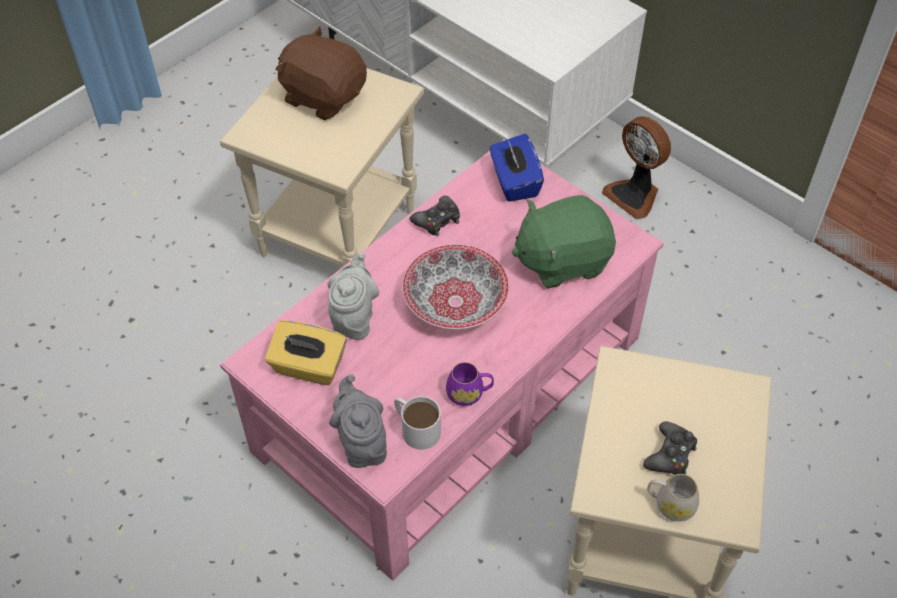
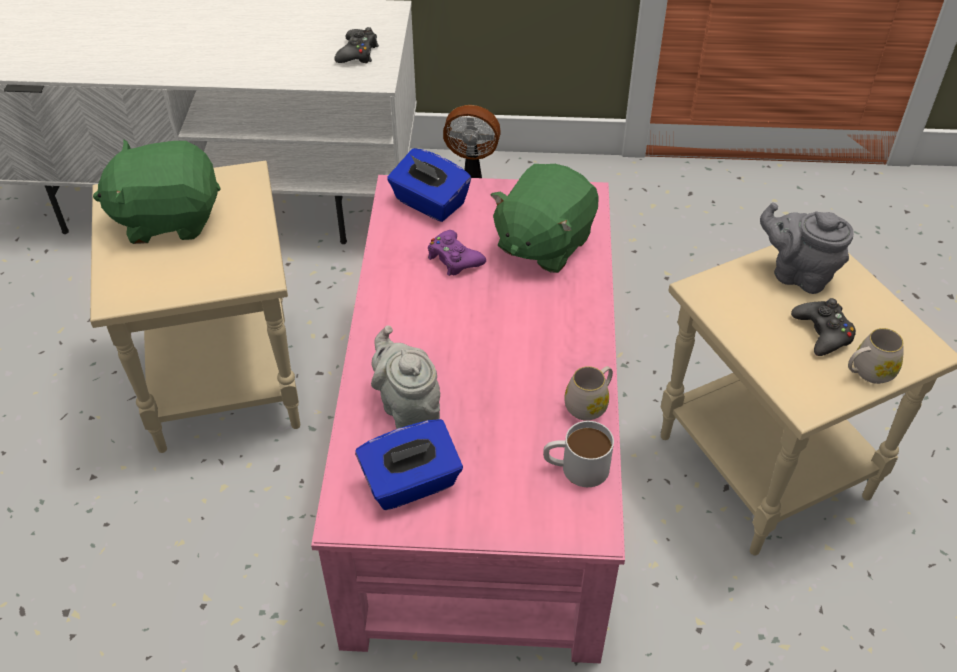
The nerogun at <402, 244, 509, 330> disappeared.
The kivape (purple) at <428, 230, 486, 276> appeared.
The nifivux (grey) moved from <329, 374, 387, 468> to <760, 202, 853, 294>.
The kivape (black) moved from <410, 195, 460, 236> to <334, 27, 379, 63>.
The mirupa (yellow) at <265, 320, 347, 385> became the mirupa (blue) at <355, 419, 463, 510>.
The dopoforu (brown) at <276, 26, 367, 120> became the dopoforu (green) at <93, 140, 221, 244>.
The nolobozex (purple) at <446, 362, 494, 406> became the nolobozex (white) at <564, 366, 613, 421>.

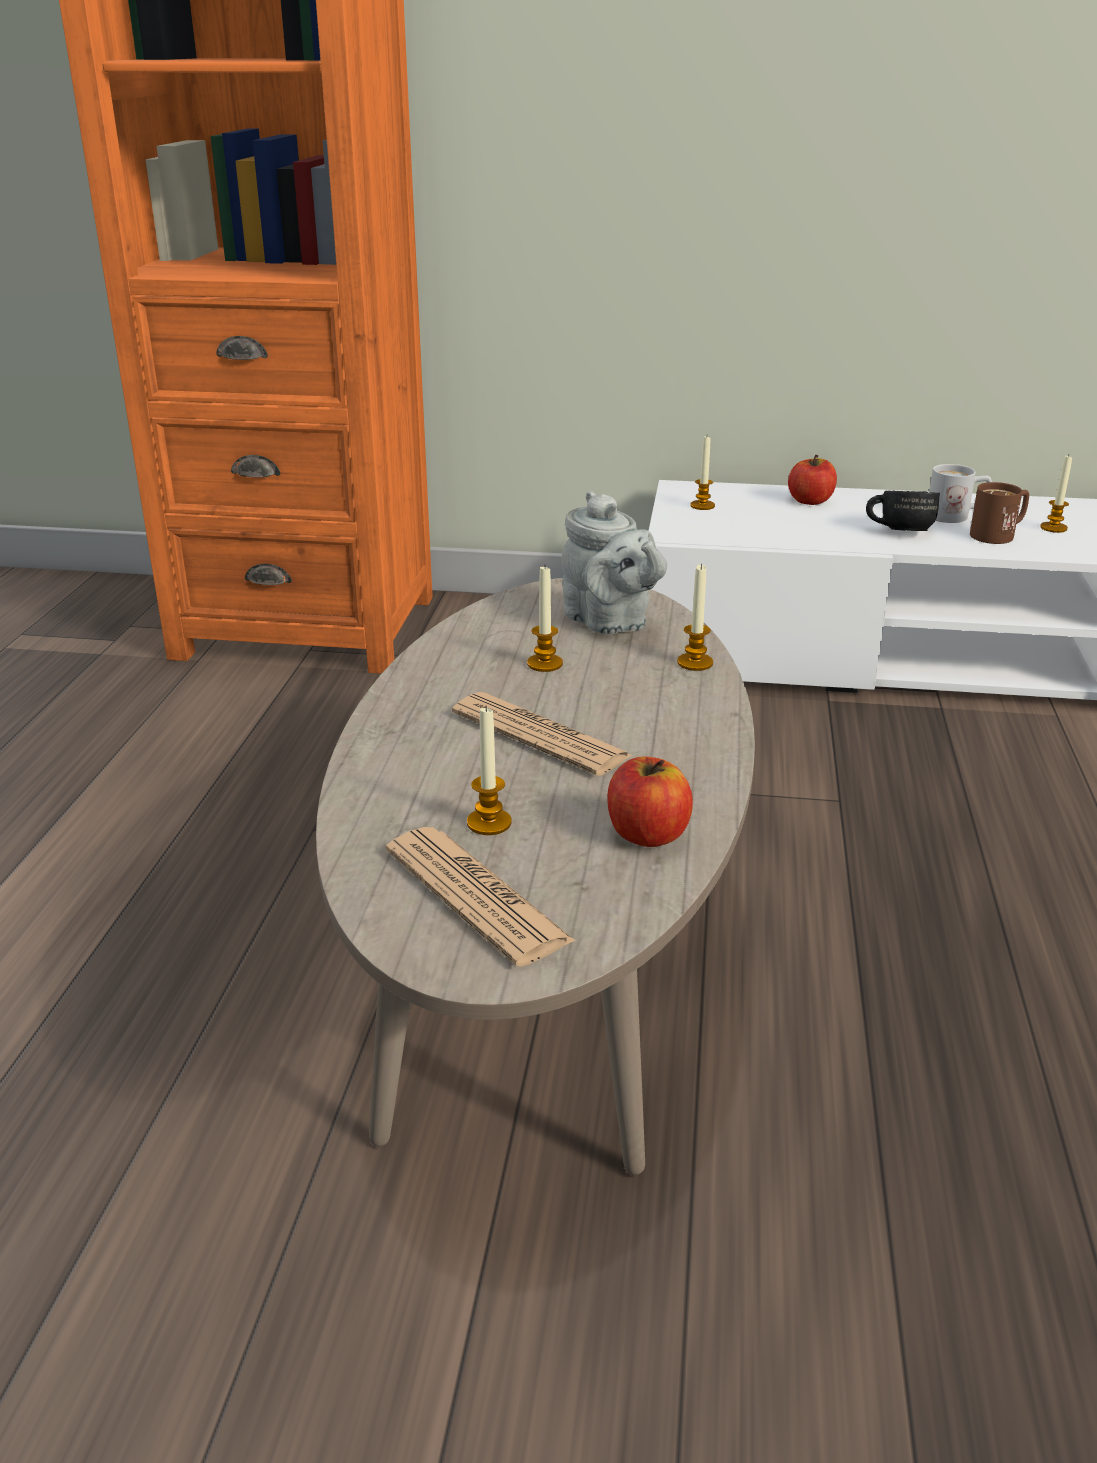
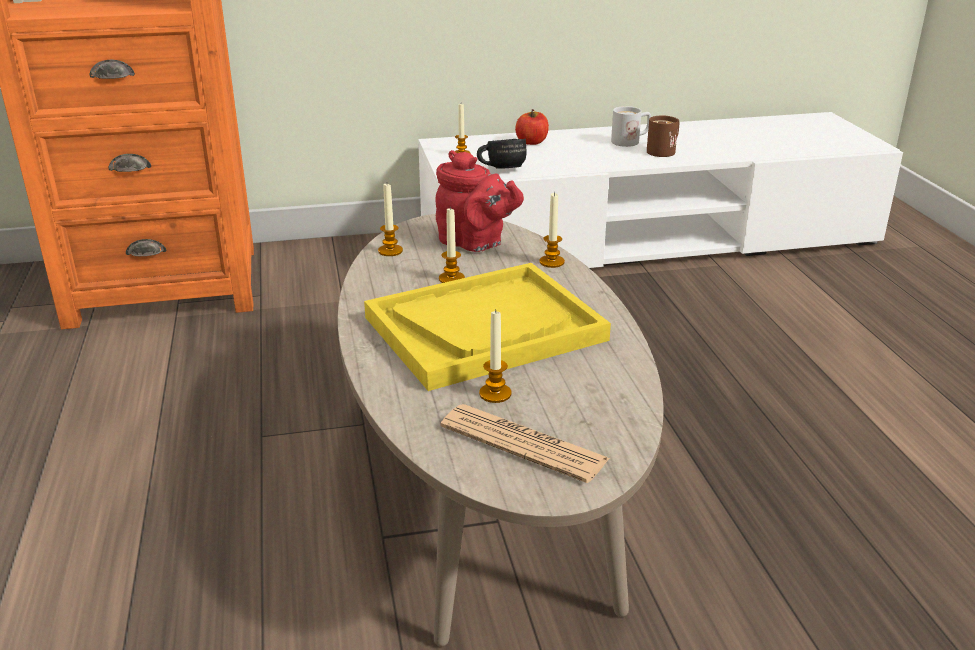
The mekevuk at <607, 757, 693, 847> disappeared.
The nolobozex (black) moved from <866, 490, 940, 531> to <477, 139, 527, 169>.
The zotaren moved from <1040, 455, 1072, 533> to <378, 184, 403, 256>.
The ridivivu at <452, 692, 633, 776> was replaced by the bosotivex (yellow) at <364, 263, 611, 391>.
The nifivux (grey) at <561, 491, 667, 634> became the nifivux (red) at <435, 150, 524, 252>.

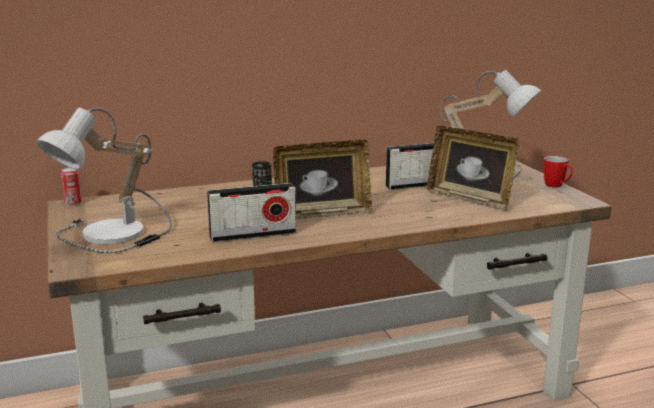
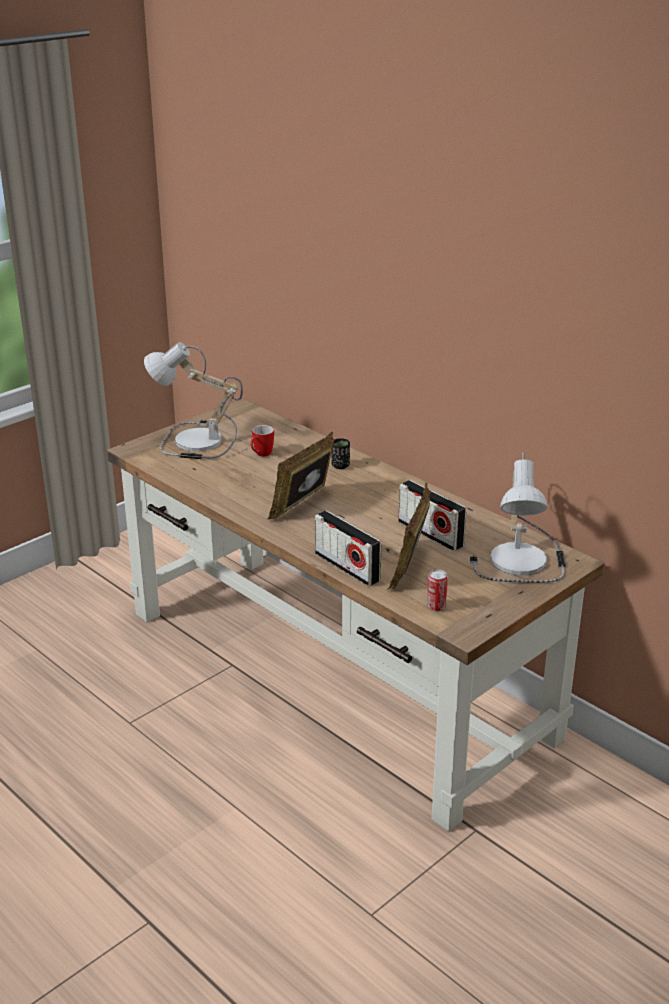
The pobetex moved from <61, 167, 82, 205> to <427, 570, 448, 612>.
The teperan moved from <207, 183, 296, 242> to <315, 510, 381, 586>.
The nolobozex moved from <544, 156, 573, 188> to <251, 425, 274, 456>.
The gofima at <273, 140, 372, 219> turned 75 degrees clockwise.

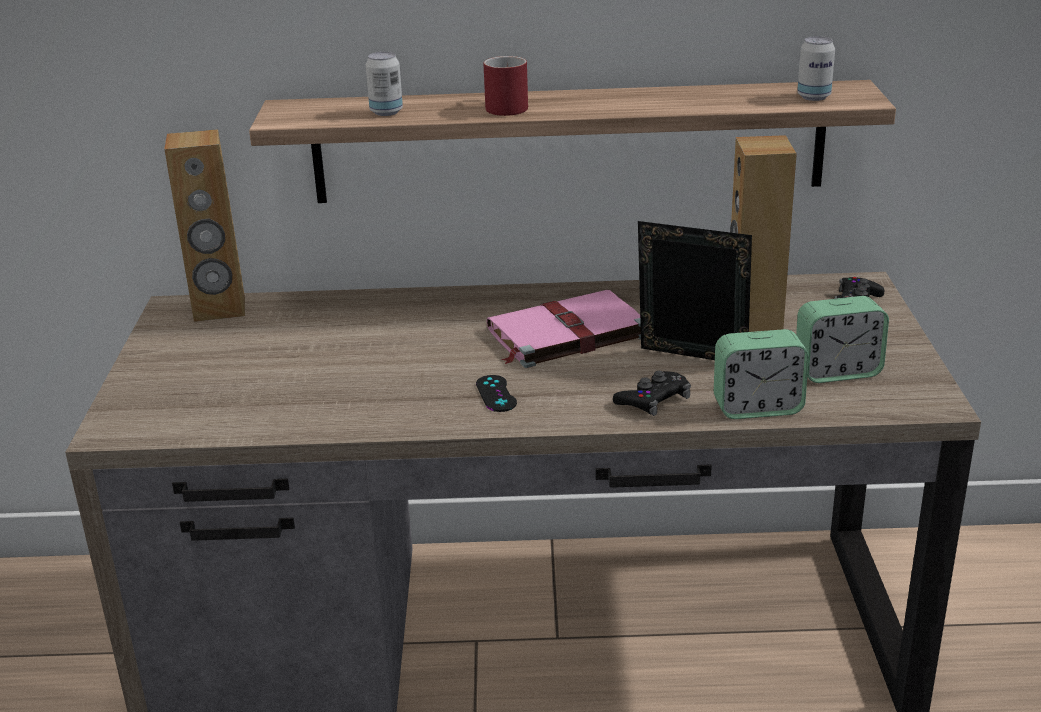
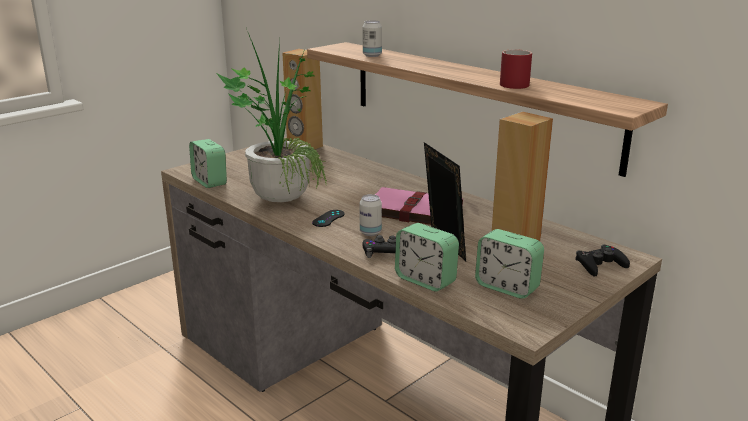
The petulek at <189, 139, 227, 188> appeared.
The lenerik at <216, 28, 327, 202> appeared.
The nolobozex (red) moved from <483, 56, 528, 116> to <500, 49, 532, 89>.
The pobetex moved from <797, 36, 835, 101> to <359, 194, 382, 236>.

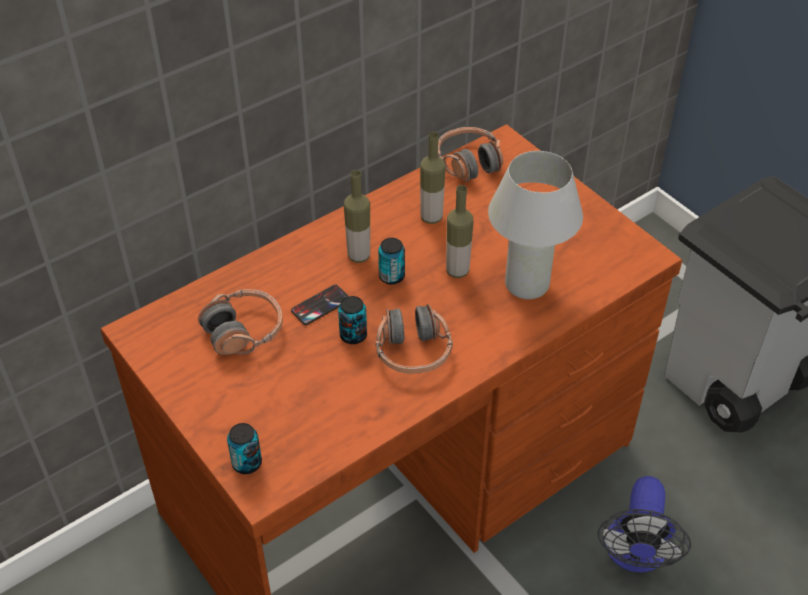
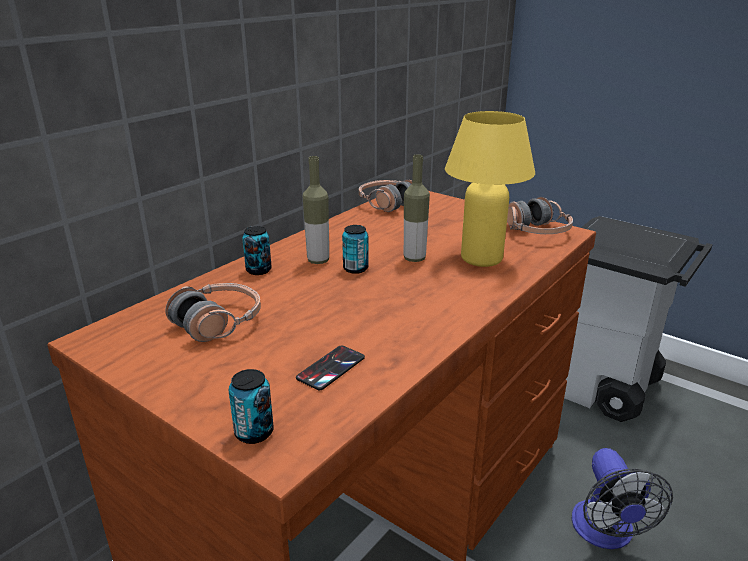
The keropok at <420, 132, 445, 224> disappeared.
The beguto moved from <291, 285, 349, 325> to <296, 345, 365, 390>.
The pobetex moved from <338, 296, 367, 344> to <242, 226, 272, 275>.
The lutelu moved from <376, 304, 453, 374> to <507, 197, 573, 234>.
The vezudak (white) at <488, 151, 583, 299> became the vezudak (yellow) at <445, 111, 535, 267>.

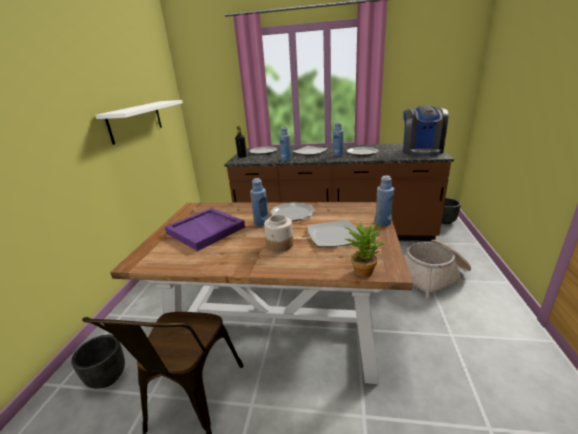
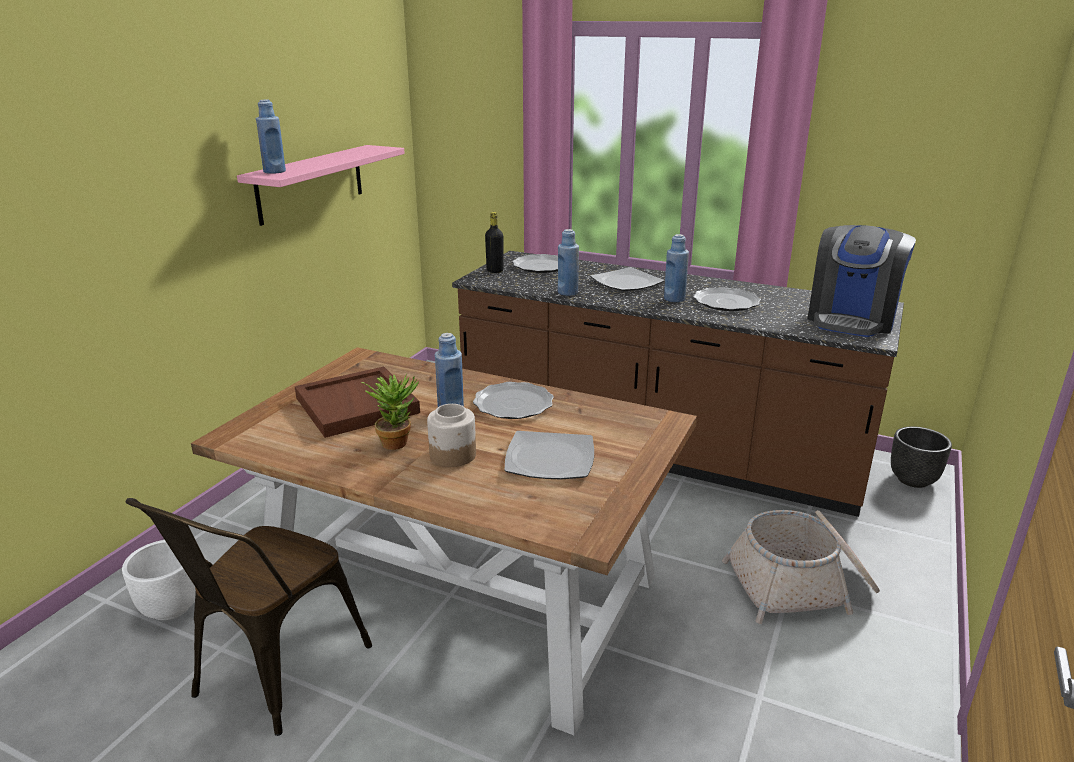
The lenerik moved from <344, 221, 385, 277> to <361, 373, 419, 450>.
The keropok (blue) moved from <375, 175, 394, 226> to <256, 99, 286, 174>.
The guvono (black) at <71, 335, 125, 389> became the guvono (white) at <122, 540, 196, 620>.
The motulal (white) at <95, 100, 183, 145> became the motulal (pink) at <237, 145, 405, 226>.
The bosotivex (purple) at <165, 208, 245, 251> became the bosotivex (brown) at <295, 366, 420, 438>.

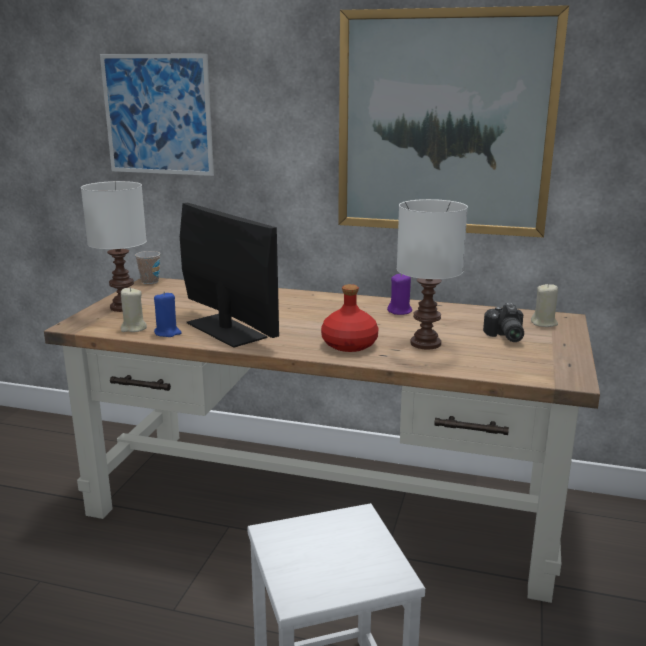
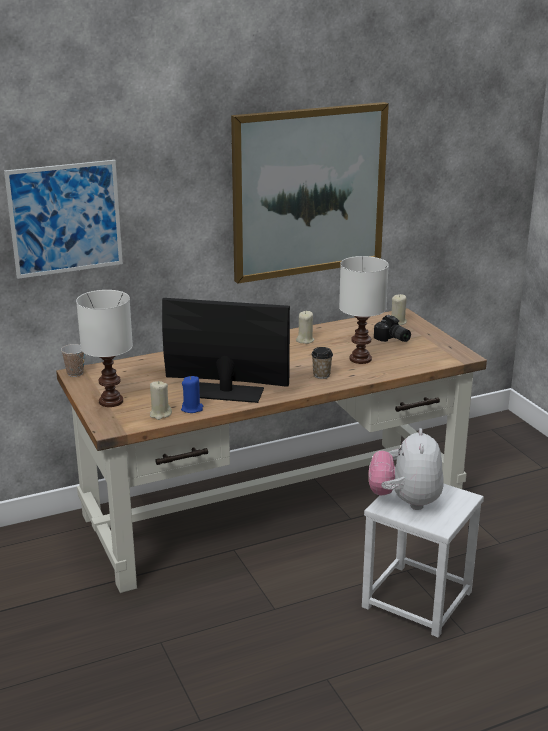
The dopoforu at <369, 428, 444, 510> appeared.
The keropok (red) at <321, 284, 379, 352> was replaced by the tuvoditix at <311, 347, 333, 379>.
The zotaren (purple) at <387, 274, 412, 315> became the zotaren (beige) at <296, 311, 314, 344>.

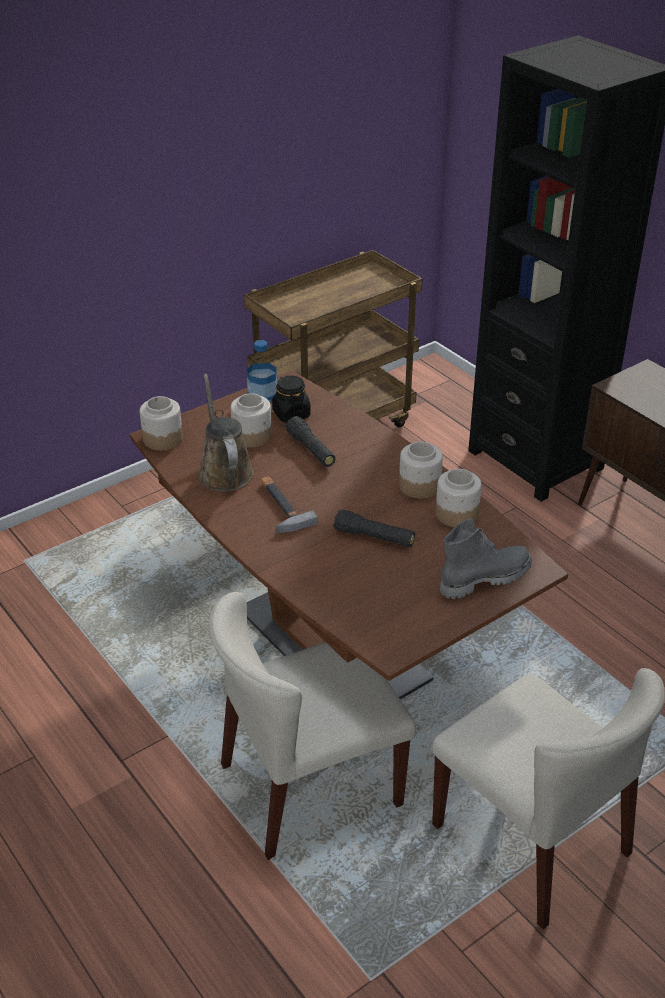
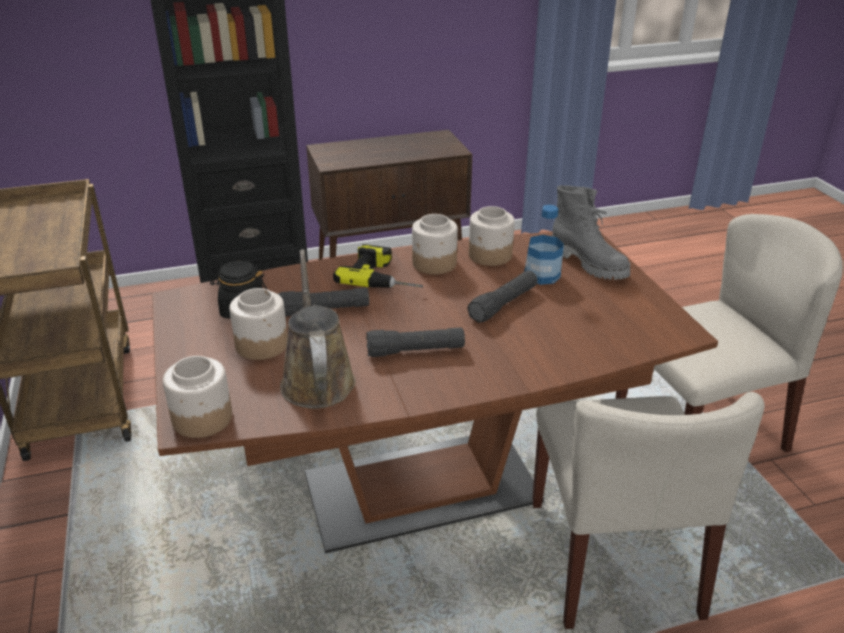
The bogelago at <333, 244, 423, 288> appeared.
The keropok moved from <247, 340, 277, 402> to <524, 205, 564, 285>.
The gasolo at <261, 477, 318, 533> was replaced by the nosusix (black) at <366, 327, 465, 357>.
The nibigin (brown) at <198, 374, 254, 492> turned 75 degrees clockwise.
The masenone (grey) at <440, 518, 532, 599> turned 150 degrees clockwise.

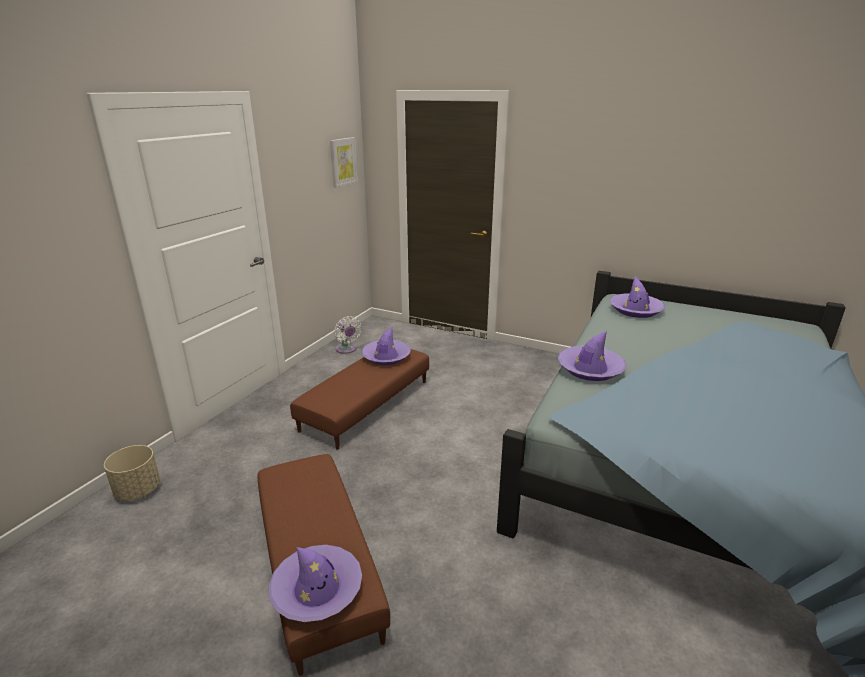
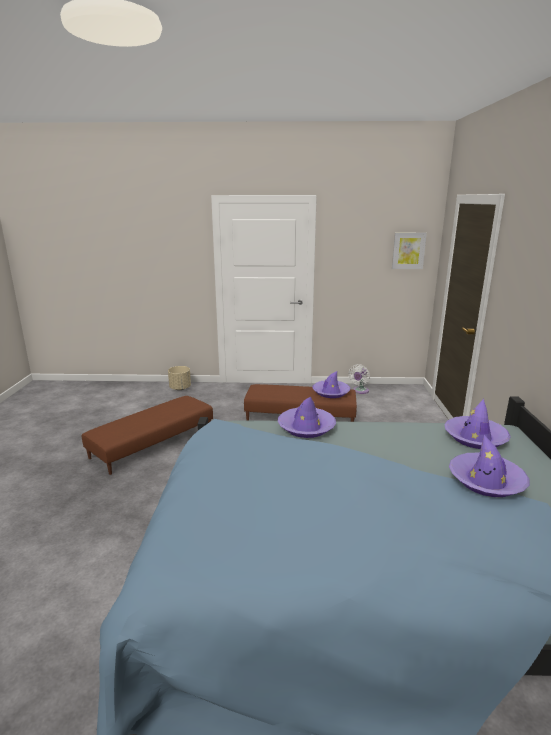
The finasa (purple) moved from <268, 545, 362, 622> to <449, 435, 529, 497>.

